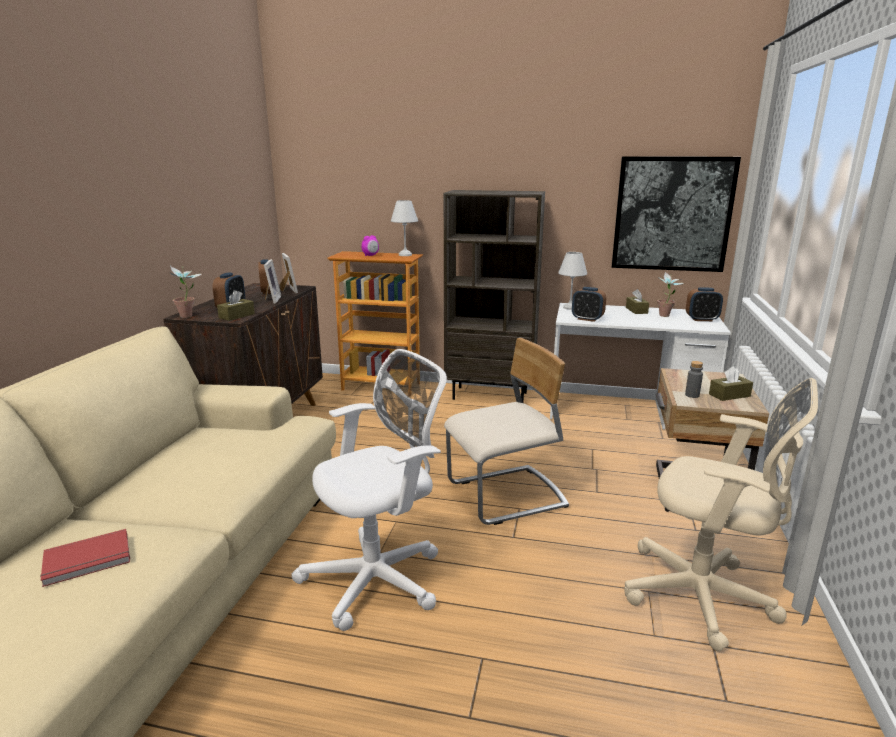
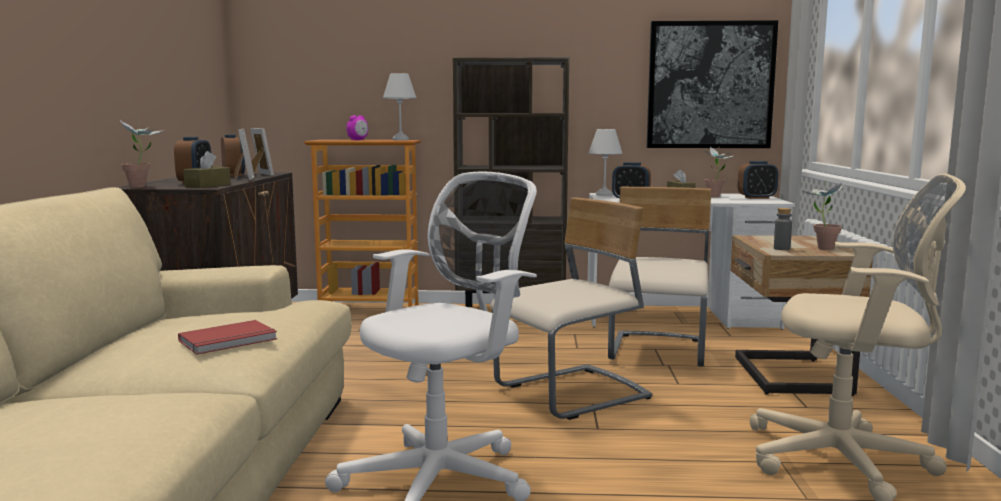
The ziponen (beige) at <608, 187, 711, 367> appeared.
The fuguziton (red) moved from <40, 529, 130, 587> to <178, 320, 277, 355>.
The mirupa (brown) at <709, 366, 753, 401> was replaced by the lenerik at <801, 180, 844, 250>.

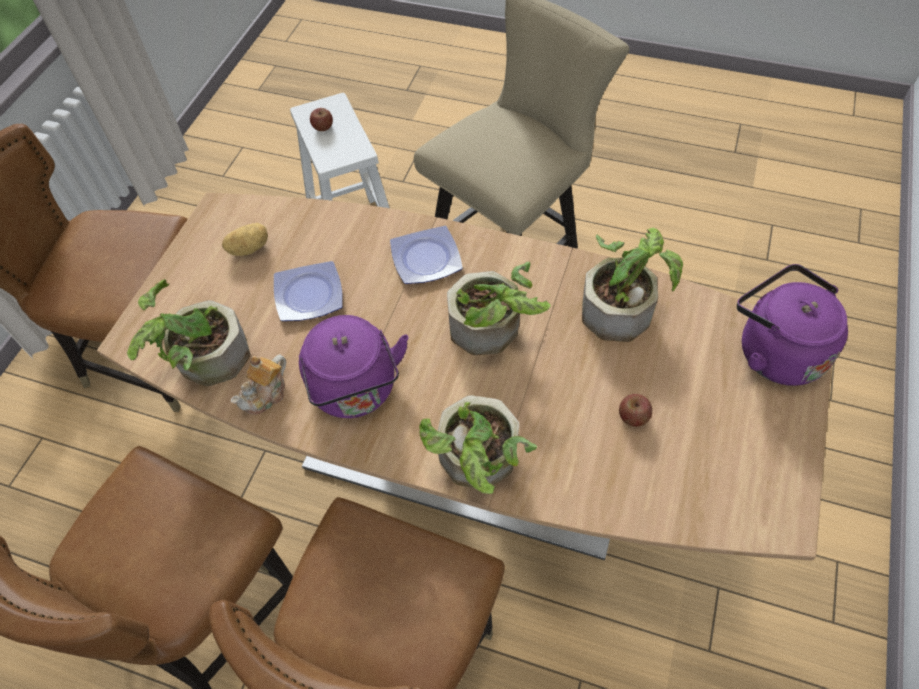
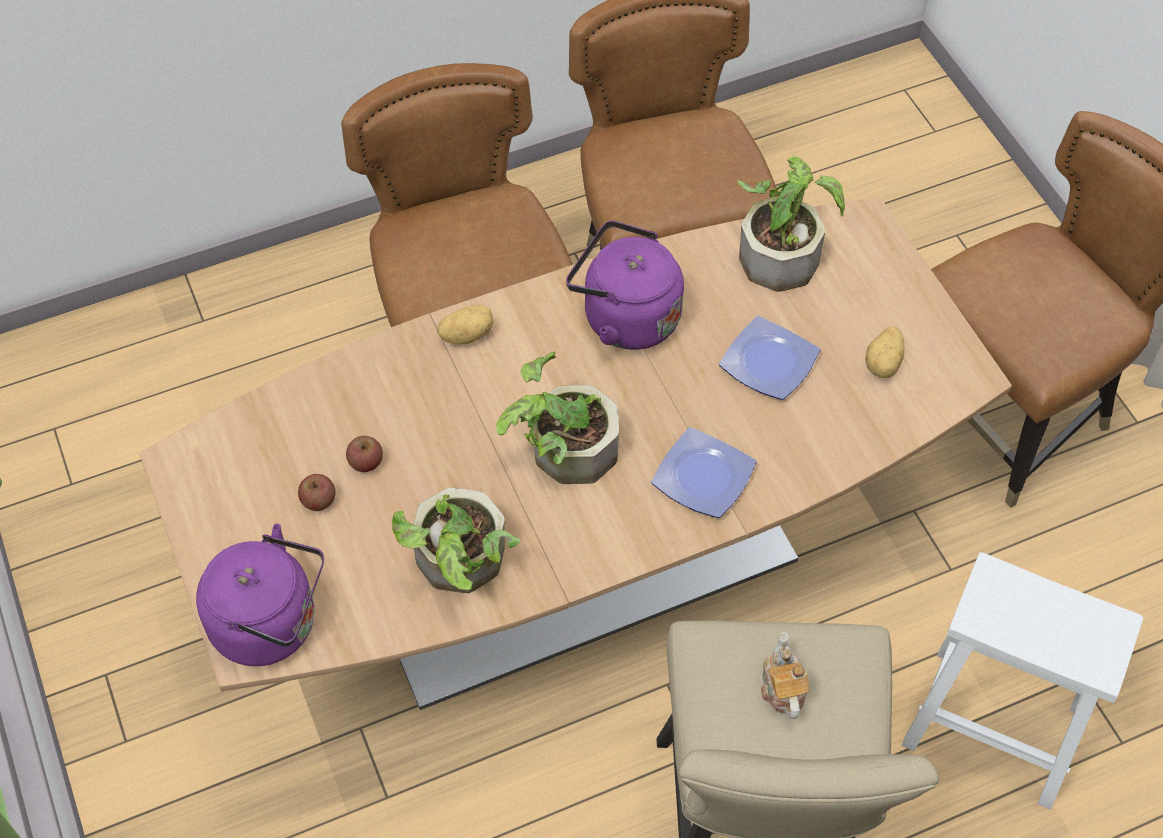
The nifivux moved from <231, 354, 286, 415> to <761, 632, 809, 719>.
The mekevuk moved from <310, 108, 333, 131> to <298, 474, 336, 511>.
The lenerik at <419, 395, 537, 494> was replaced by the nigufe at <437, 305, 494, 344>.

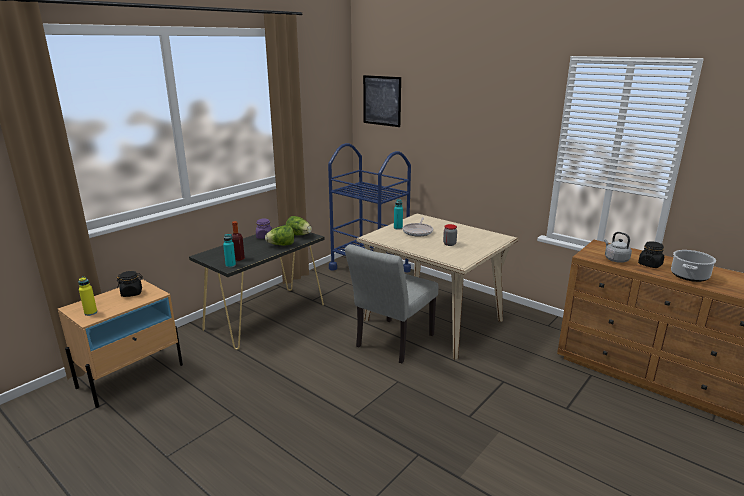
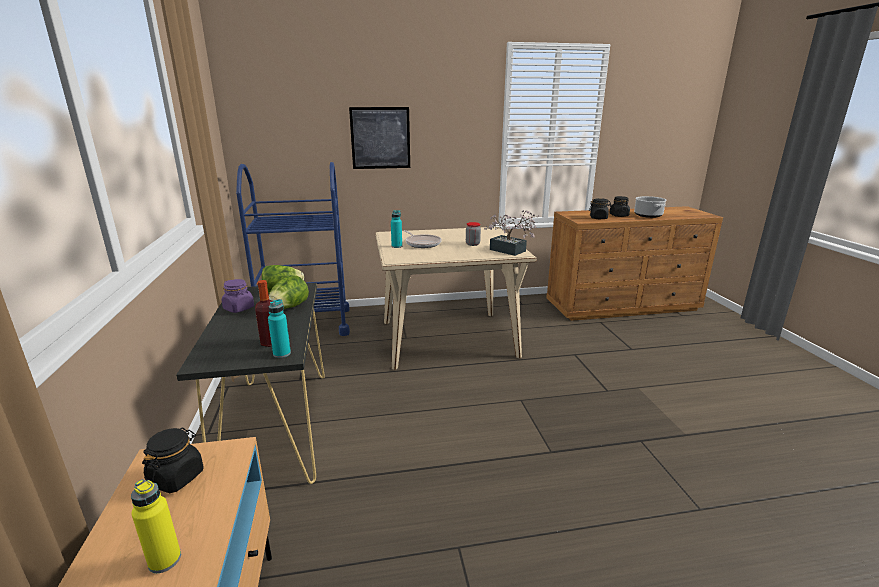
The ziponen (grey) at <345, 244, 438, 363> disappeared.
The lenerik at <484, 210, 539, 256> appeared.
The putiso moved from <363, 75, 401, 127> to <349, 107, 410, 169>.
The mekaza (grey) at <604, 232, 632, 263> was replaced by the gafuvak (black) at <589, 198, 612, 219>.

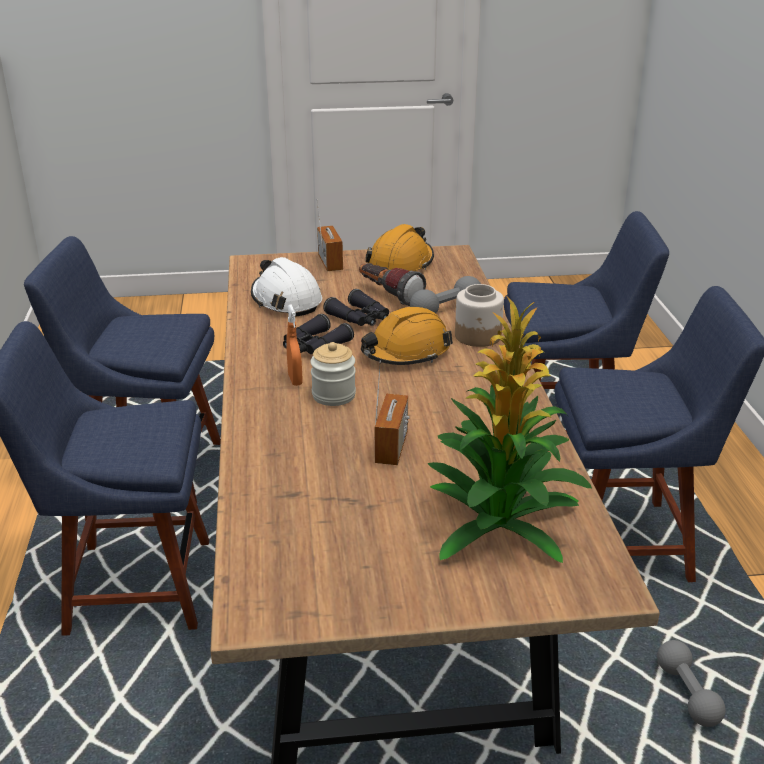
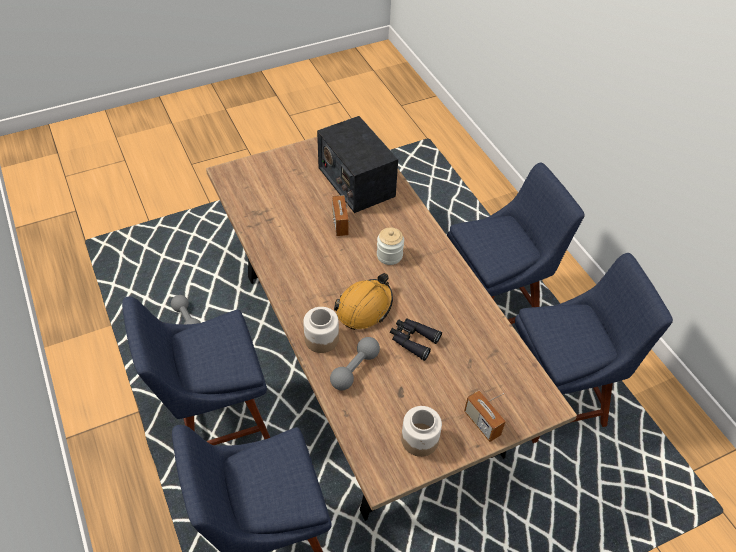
The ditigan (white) at <251, 257, 322, 317> disappeared.
The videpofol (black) at <283, 314, 354, 354> disappeared.
The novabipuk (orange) at <286, 305, 302, 386> disappeared.
The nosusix at <359, 263, 426, 306> disappeared.
The lenerik at <427, 297, 592, 563> disappeared.
The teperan at <317, 116, 398, 213> appeared.
The ditigan (orange) at <365, 224, 434, 271> was replaced by the gafuvak at <401, 406, 442, 457>.

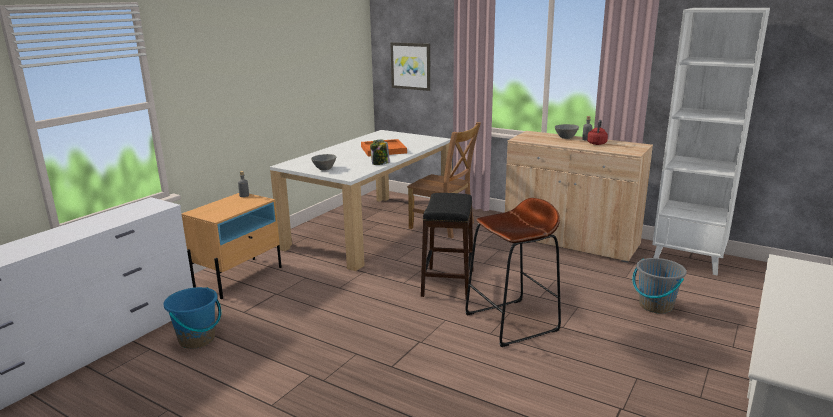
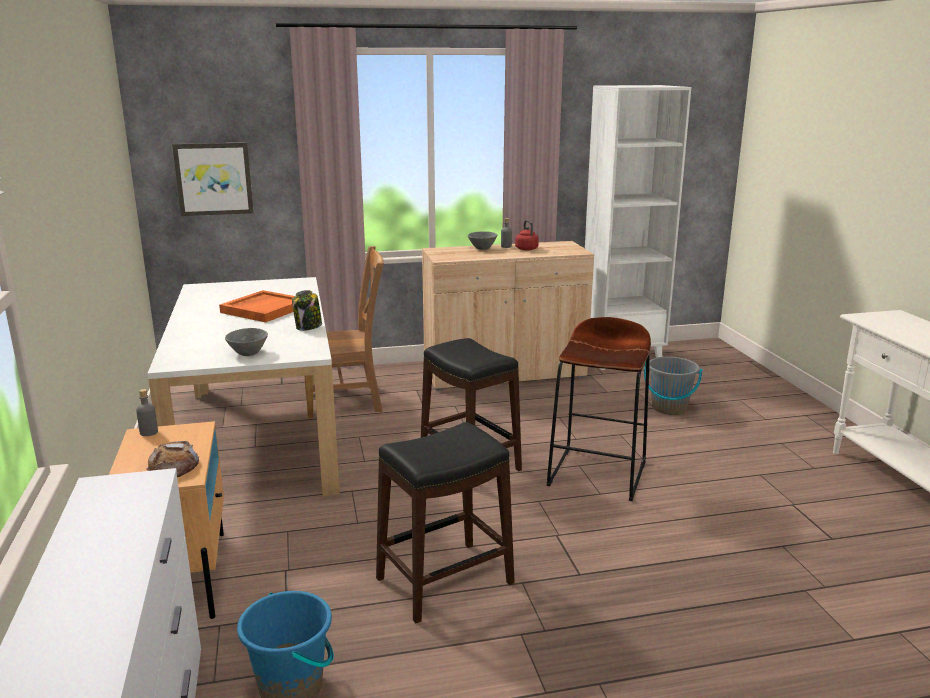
The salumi at <146, 441, 199, 477> appeared.
The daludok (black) at <376, 422, 515, 623> appeared.

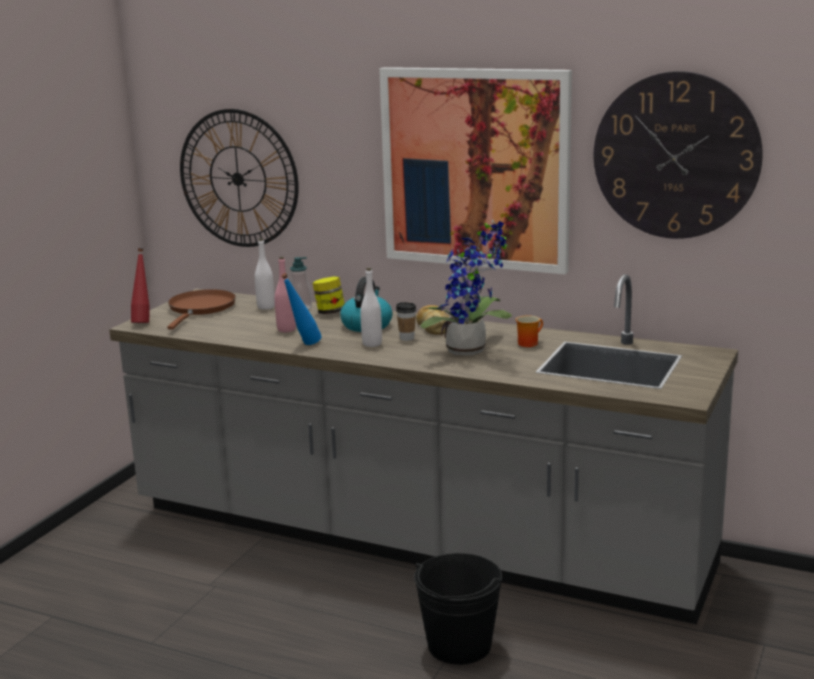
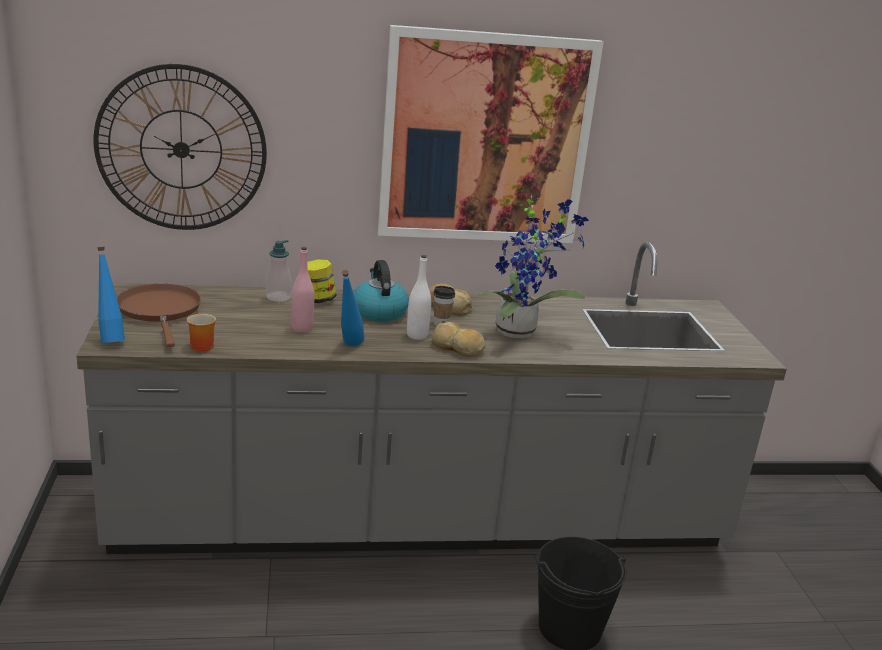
The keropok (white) at <255, 238, 275, 310> disappeared.
The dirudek at <594, 71, 763, 239> disappeared.
The salumi at <430, 321, 486, 357> appeared.
The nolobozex moved from <516, 316, 543, 347> to <187, 314, 216, 352>.
The keropok (red) at <131, 248, 149, 323> became the keropok (blue) at <97, 247, 125, 343>.

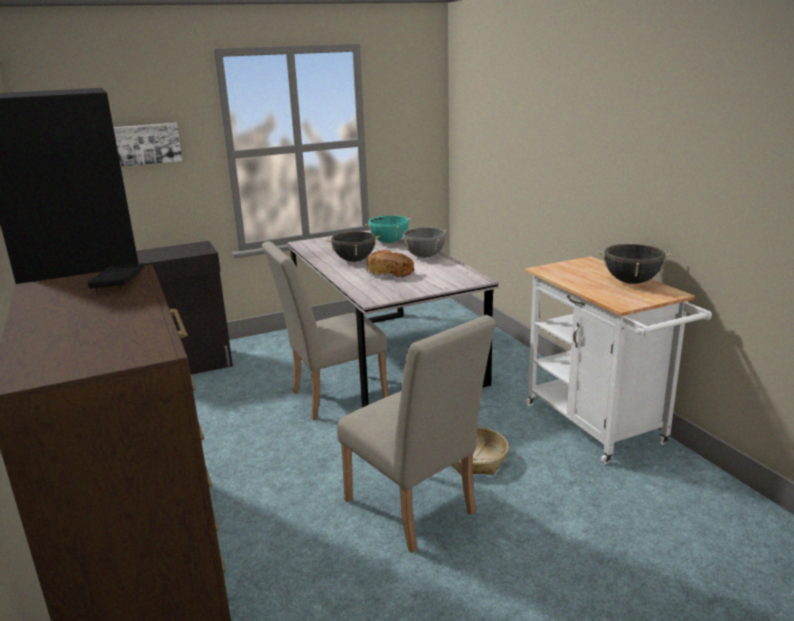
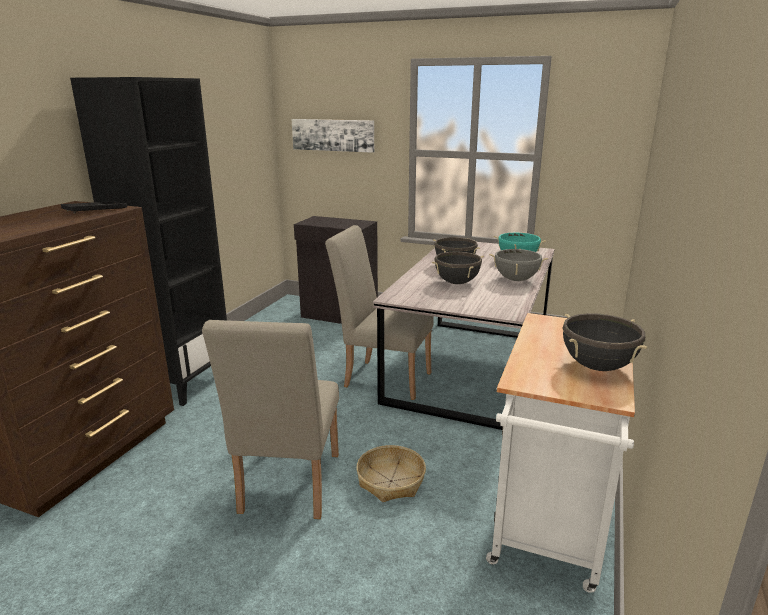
The salumi at <366, 250, 414, 279> was replaced by the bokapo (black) at <432, 252, 484, 284>.

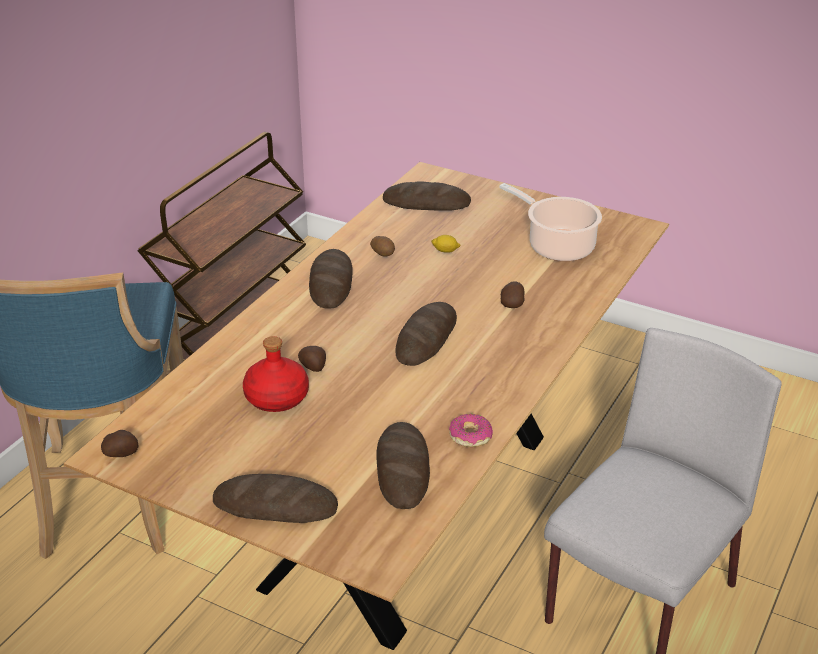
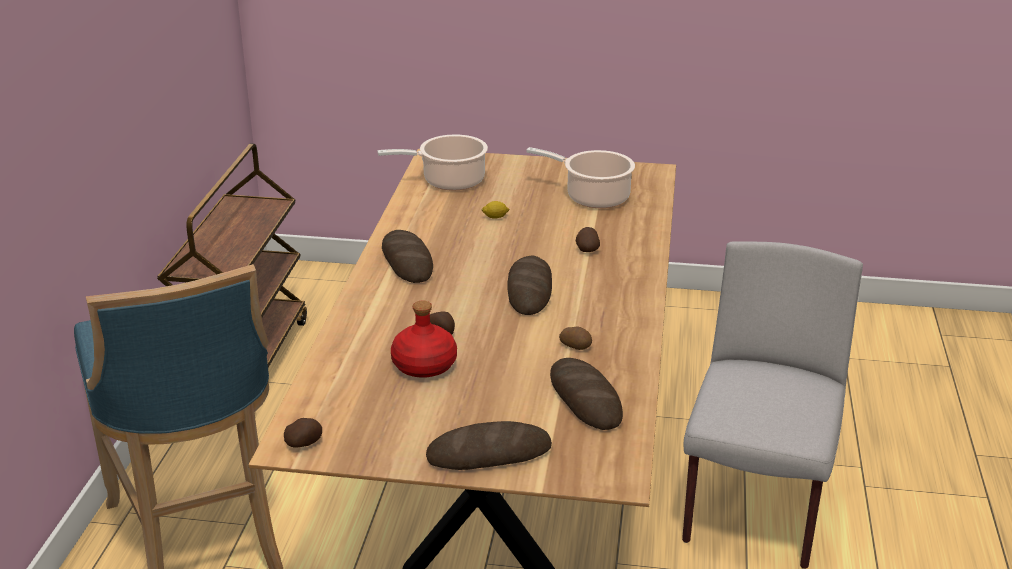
The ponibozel at <449, 414, 493, 447> disappeared.
The nigufe moved from <370, 236, 395, 257> to <559, 327, 592, 350>.
The salumi at <383, 181, 471, 211> was replaced by the bokapo at <377, 135, 488, 191>.

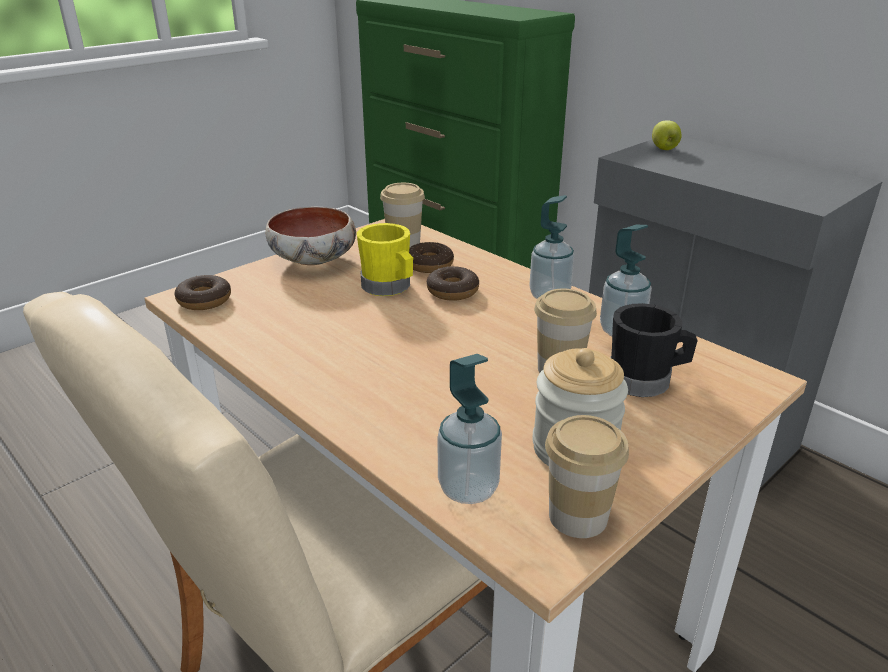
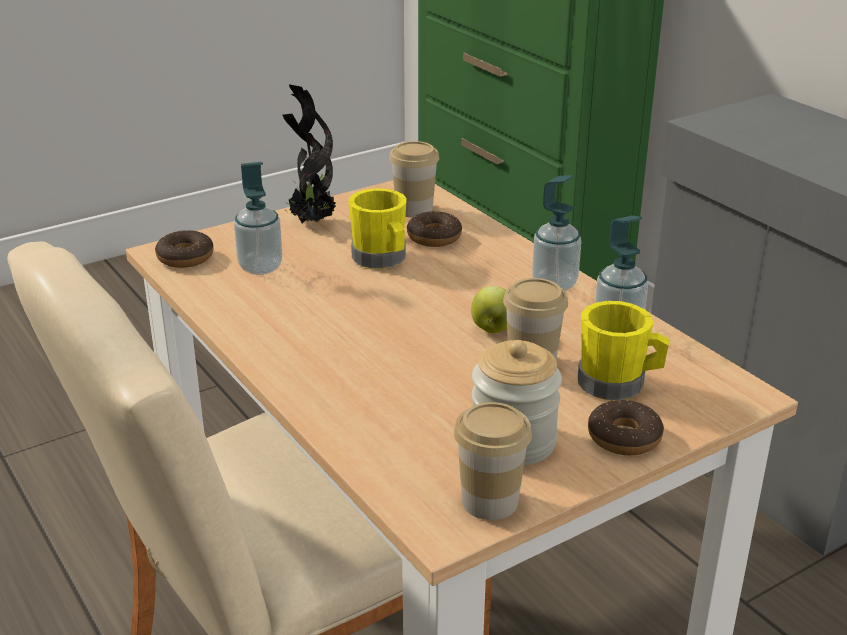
The ponibozel moved from <427, 266, 479, 301> to <588, 400, 664, 455>.
The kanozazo moved from <438, 354, 502, 504> to <234, 162, 282, 275>.
The mekevuk moved from <652, 120, 682, 150> to <471, 286, 507, 333>.
The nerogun at <265, 206, 356, 265> was replaced by the lenerik at <283, 84, 336, 223>.
The nolobozex (black) at <610, 303, 698, 397> became the nolobozex (yellow) at <578, 301, 670, 400>.

